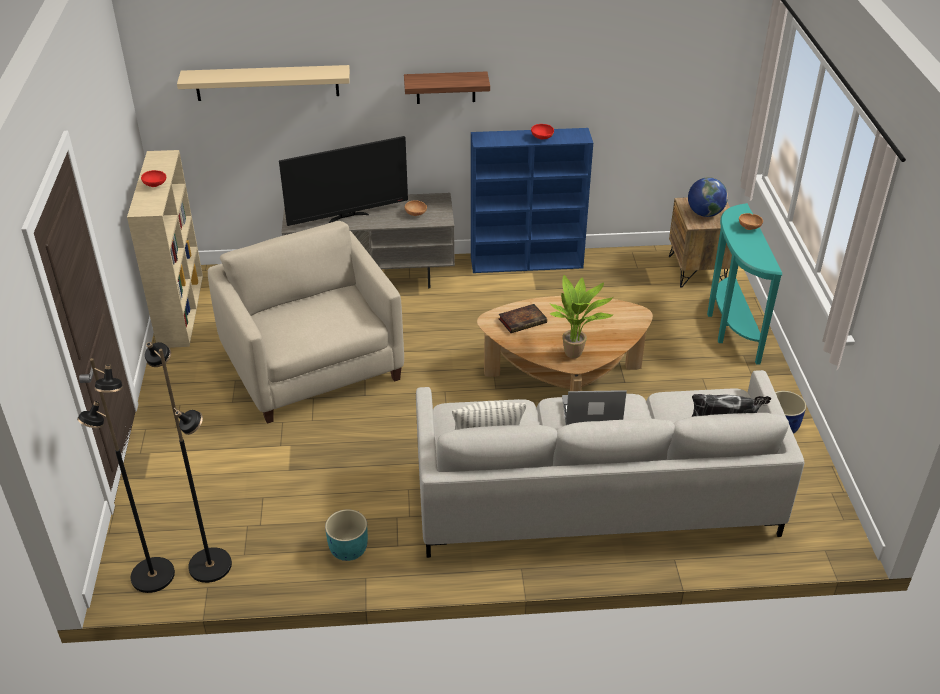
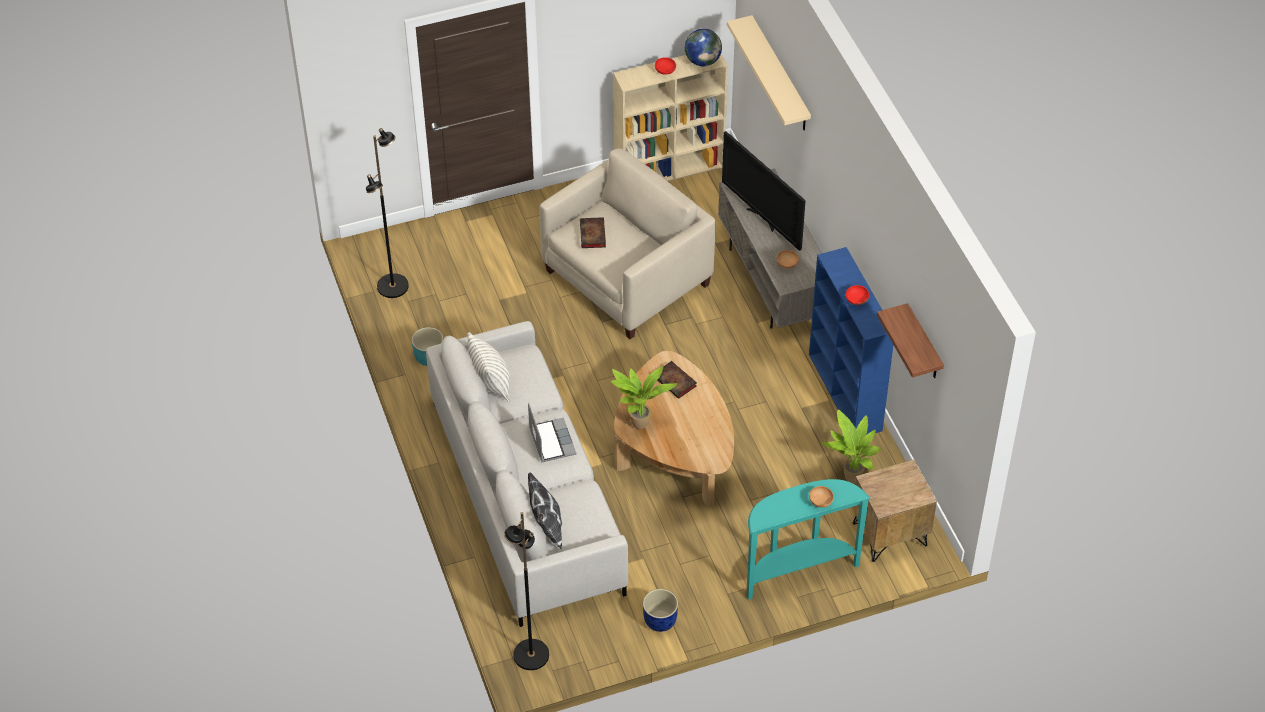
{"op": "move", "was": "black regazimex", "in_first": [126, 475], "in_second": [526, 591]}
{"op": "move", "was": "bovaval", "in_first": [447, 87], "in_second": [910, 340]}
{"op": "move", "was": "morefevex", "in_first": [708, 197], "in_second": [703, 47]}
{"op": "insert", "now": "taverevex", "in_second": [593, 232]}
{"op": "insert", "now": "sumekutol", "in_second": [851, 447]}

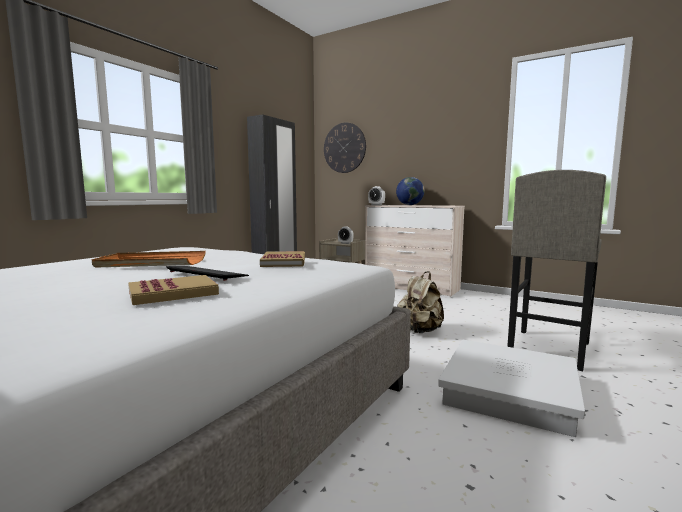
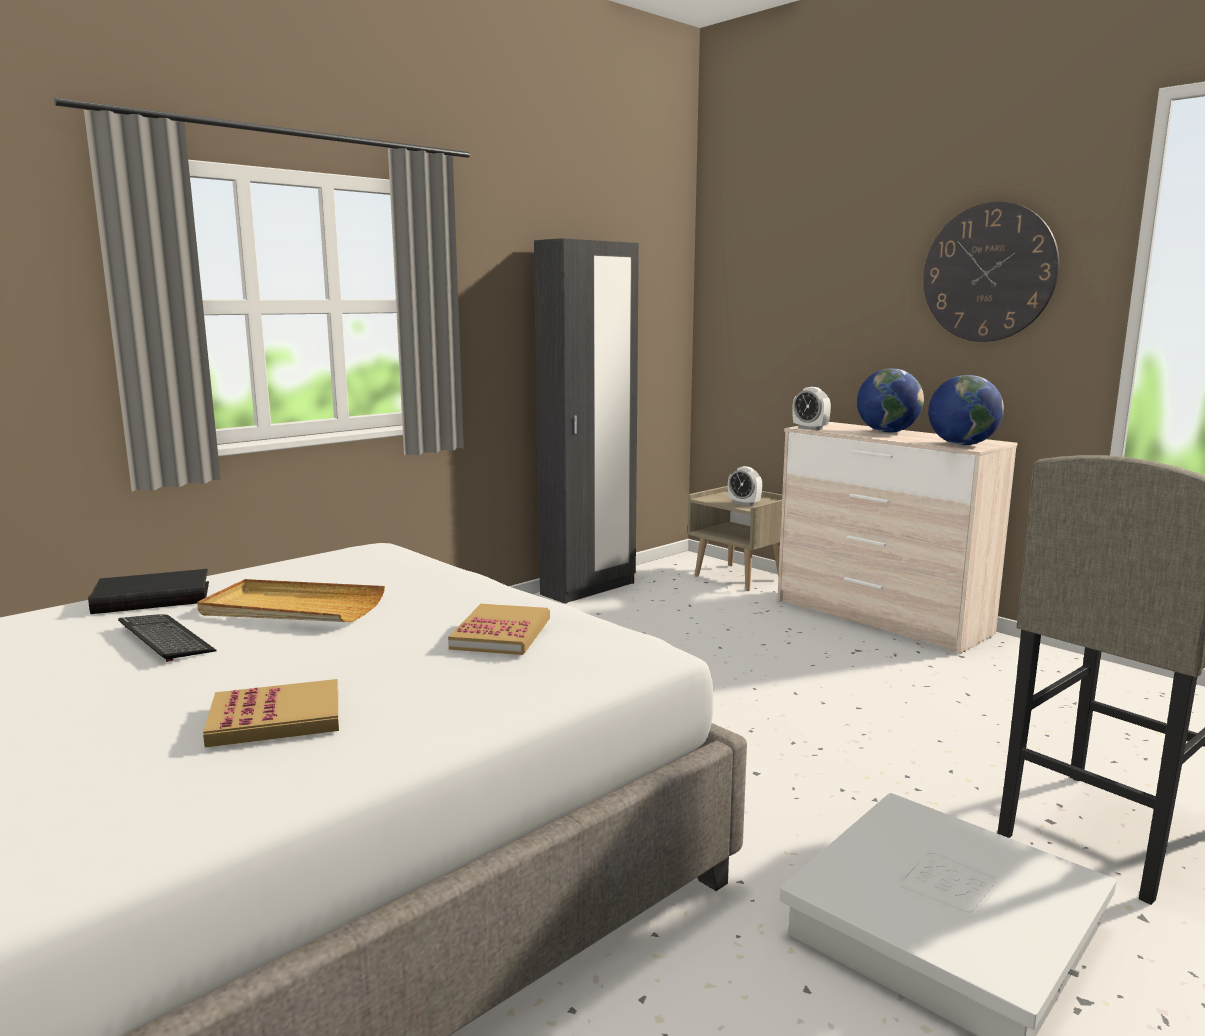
{"op": "recolor", "was": "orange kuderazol", "now": "beige kuderazol", "in_first": [149, 259], "in_second": [291, 600]}
{"op": "move", "was": "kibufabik", "in_first": [207, 273], "in_second": [167, 638]}
{"op": "move", "was": "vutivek", "in_first": [345, 147], "in_second": [991, 272]}
{"op": "delete", "was": "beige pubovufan", "in_first": [420, 302]}
{"op": "insert", "now": "black taverevex", "in_second": [148, 591]}
{"op": "insert", "now": "morefevex", "in_second": [966, 410]}

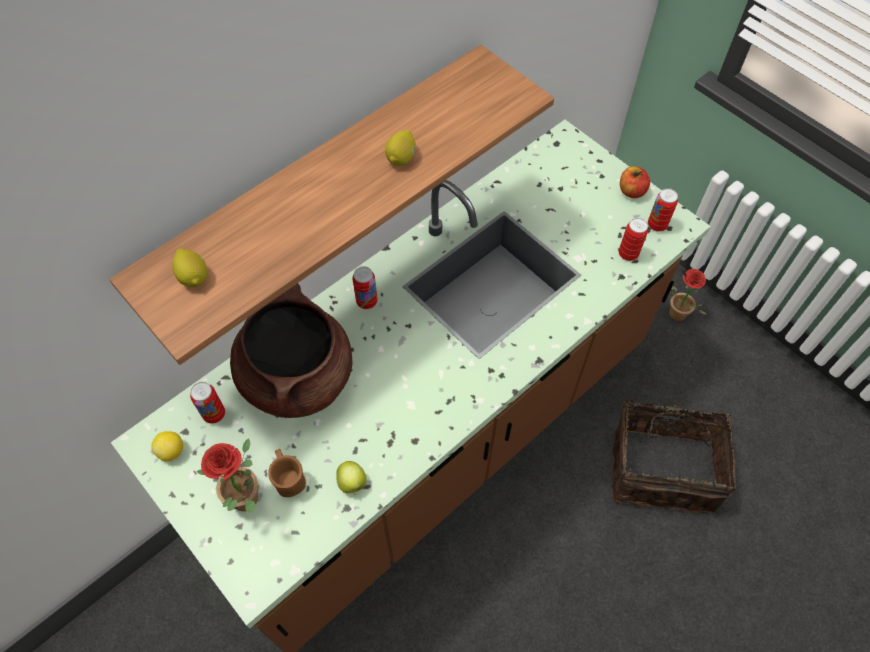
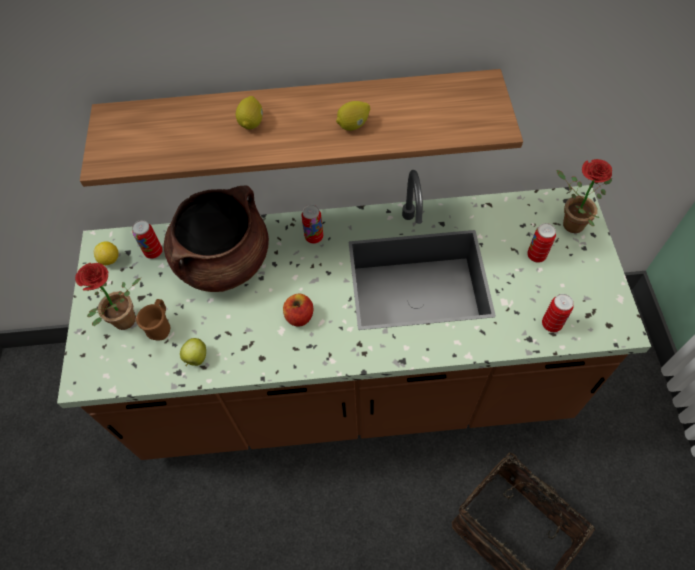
{"op": "move", "was": "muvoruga", "in_first": [189, 267], "in_second": [249, 112]}
{"op": "move", "was": "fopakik", "in_first": [635, 182], "in_second": [298, 310]}
{"op": "move", "was": "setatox", "in_first": [663, 210], "in_second": [541, 243]}
{"op": "move", "was": "sumekutol", "in_first": [687, 295], "in_second": [584, 196]}

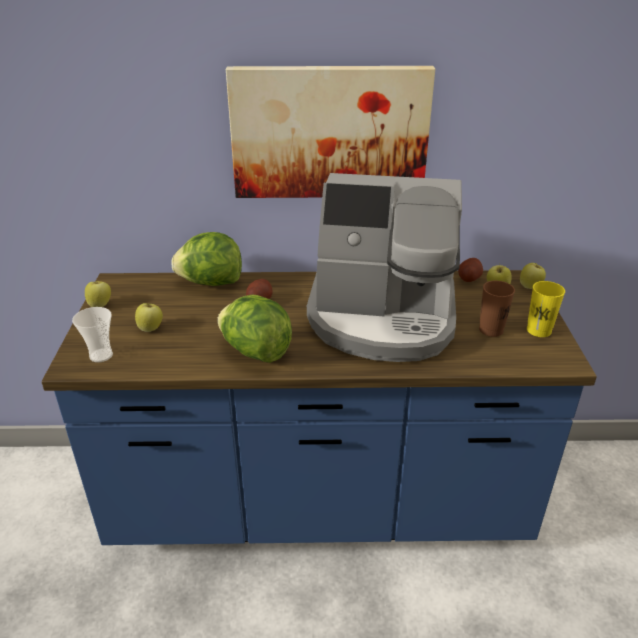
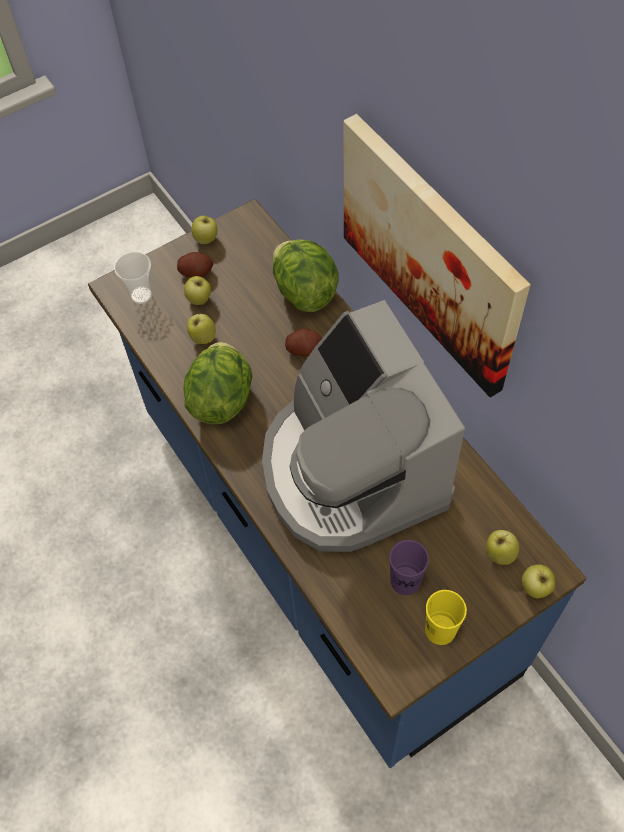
{"op": "move", "was": "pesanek", "in_first": [470, 270], "in_second": [195, 264]}
{"op": "recolor", "was": "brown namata", "now": "purple namata", "in_first": [497, 309], "in_second": [409, 567]}
{"op": "insert", "now": "fopakik", "in_second": [201, 329]}

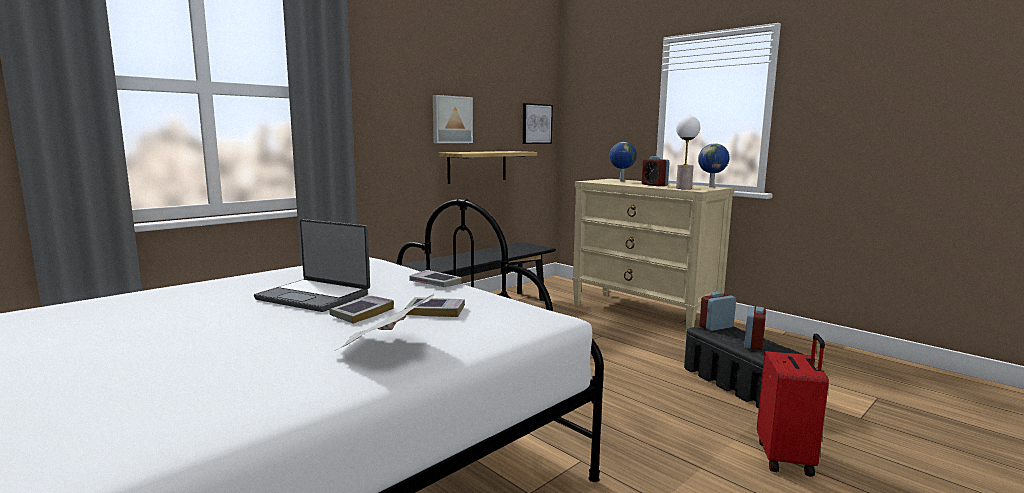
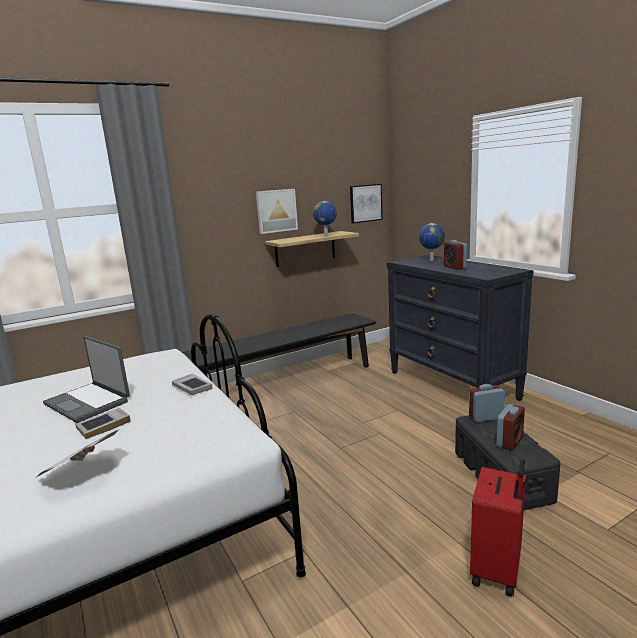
{"op": "delete", "was": "taverevex", "in_first": [435, 307]}
{"op": "recolor", "was": "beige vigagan", "now": "black vigagan", "in_first": [653, 257], "in_second": [460, 328]}
{"op": "delete", "was": "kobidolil", "in_first": [688, 152]}
{"op": "move", "was": "morefevex", "in_first": [713, 165], "in_second": [325, 219]}

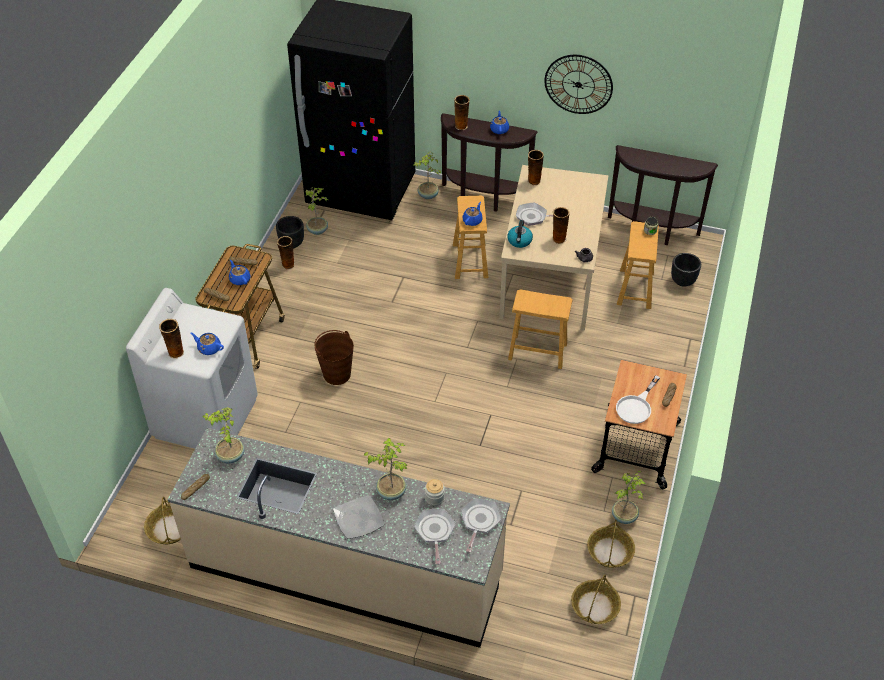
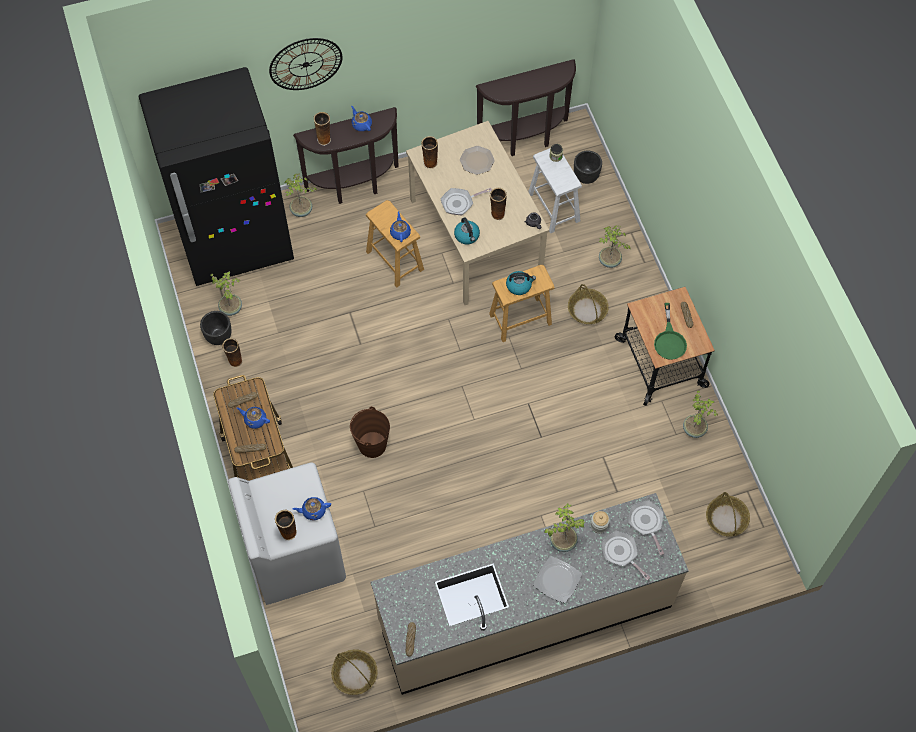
{"op": "move", "was": "sumekutol", "in_first": [223, 435], "in_second": [614, 246]}
{"op": "move", "was": "vutivek", "in_first": [578, 84], "in_second": [305, 64]}
{"op": "move", "was": "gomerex", "in_first": [611, 543], "in_second": [588, 304]}
{"op": "recolor", "was": "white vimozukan", "now": "green vimozukan", "in_first": [638, 399], "in_second": [670, 331]}
{"op": "recolor", "was": "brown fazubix", "now": "white fazubix", "in_first": [638, 265], "in_second": [555, 190]}
{"op": "insert", "now": "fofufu", "in_second": [477, 160]}
{"op": "insert", "now": "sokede", "in_second": [521, 283]}

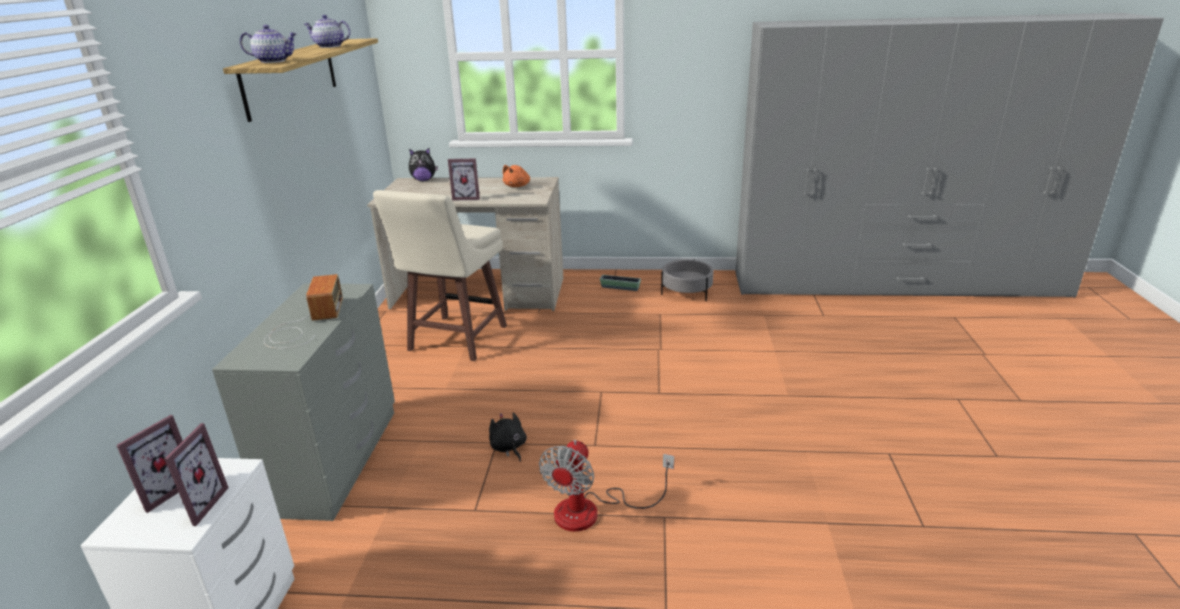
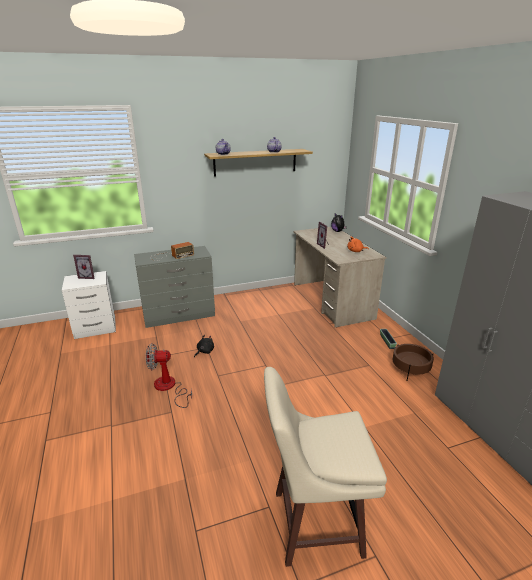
{"op": "delete", "was": "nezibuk", "in_first": [197, 474]}
{"op": "move", "was": "beige fazubix", "in_first": [440, 275], "in_second": [325, 467]}
{"op": "recolor", "was": "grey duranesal", "now": "brown duranesal", "in_first": [687, 280], "in_second": [413, 362]}

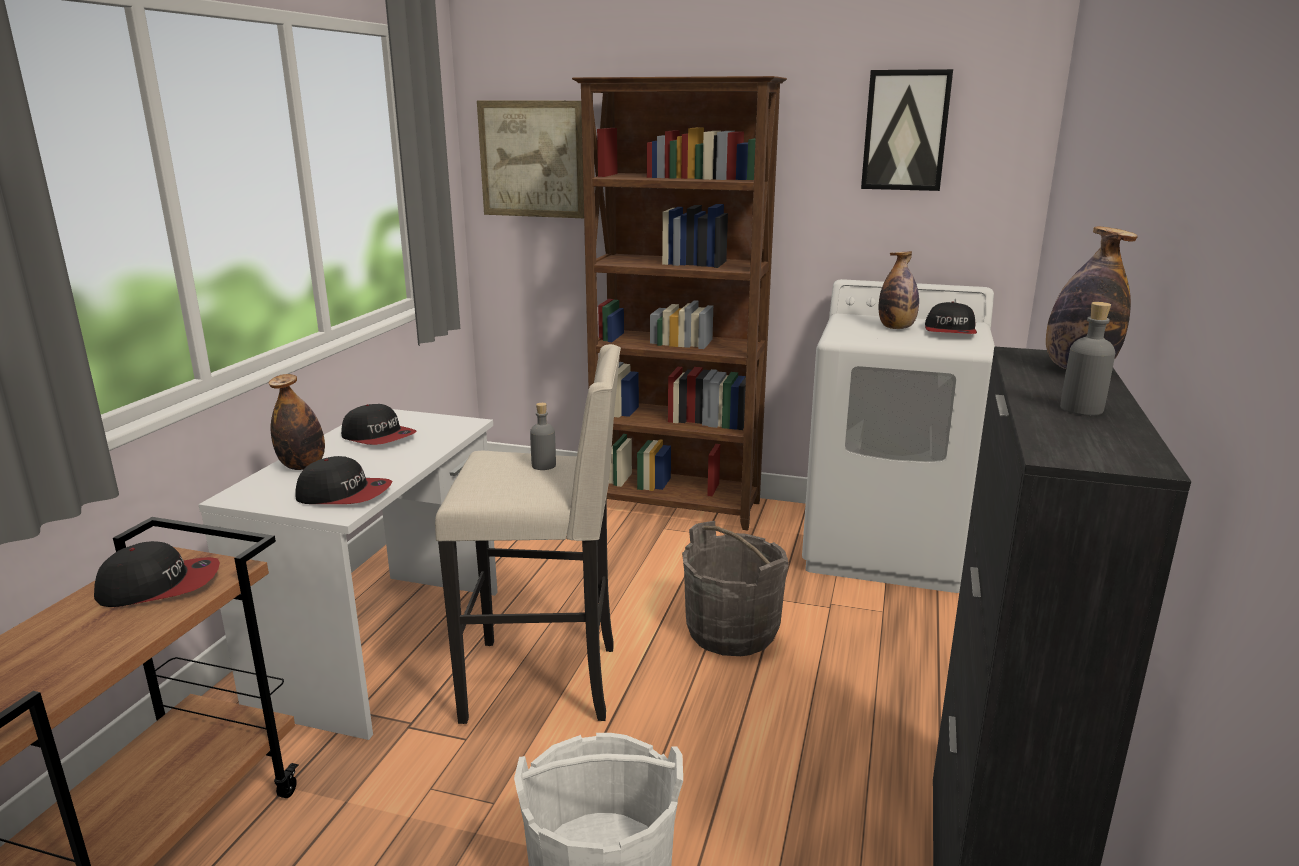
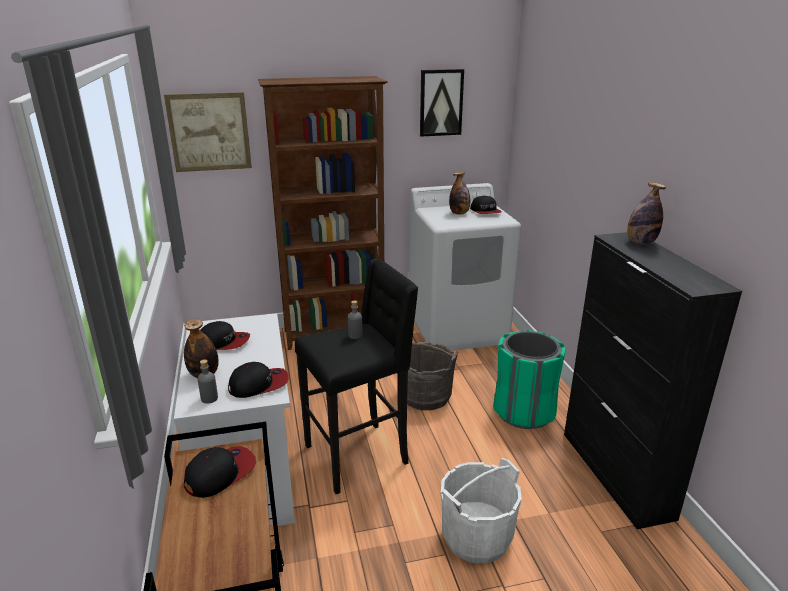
{"op": "recolor", "was": "beige fazubix", "now": "black fazubix", "in_first": [528, 534], "in_second": [356, 376]}
{"op": "move", "was": "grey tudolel", "in_first": [1087, 359], "in_second": [208, 381]}
{"op": "insert", "now": "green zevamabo", "in_second": [529, 379]}

